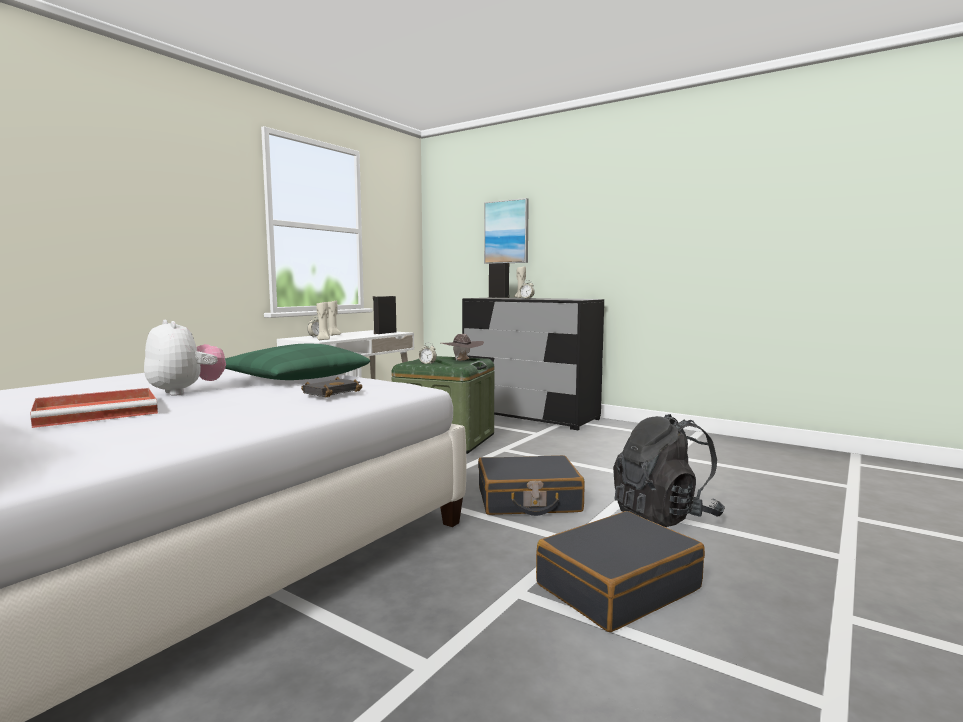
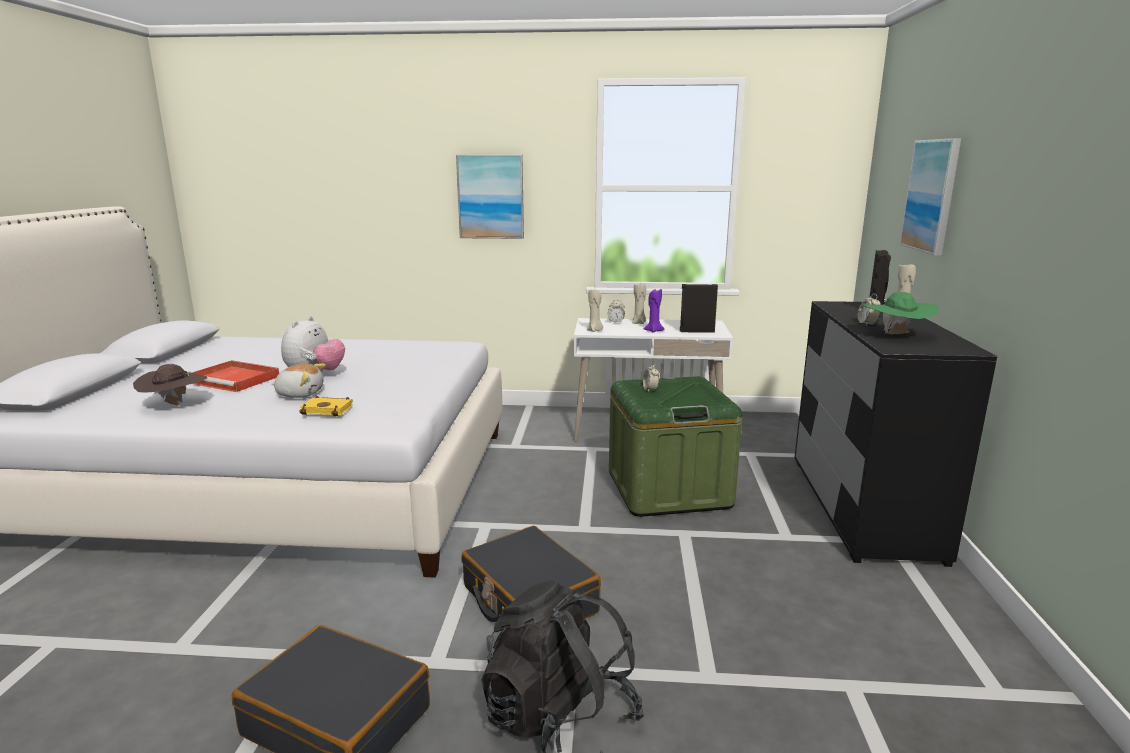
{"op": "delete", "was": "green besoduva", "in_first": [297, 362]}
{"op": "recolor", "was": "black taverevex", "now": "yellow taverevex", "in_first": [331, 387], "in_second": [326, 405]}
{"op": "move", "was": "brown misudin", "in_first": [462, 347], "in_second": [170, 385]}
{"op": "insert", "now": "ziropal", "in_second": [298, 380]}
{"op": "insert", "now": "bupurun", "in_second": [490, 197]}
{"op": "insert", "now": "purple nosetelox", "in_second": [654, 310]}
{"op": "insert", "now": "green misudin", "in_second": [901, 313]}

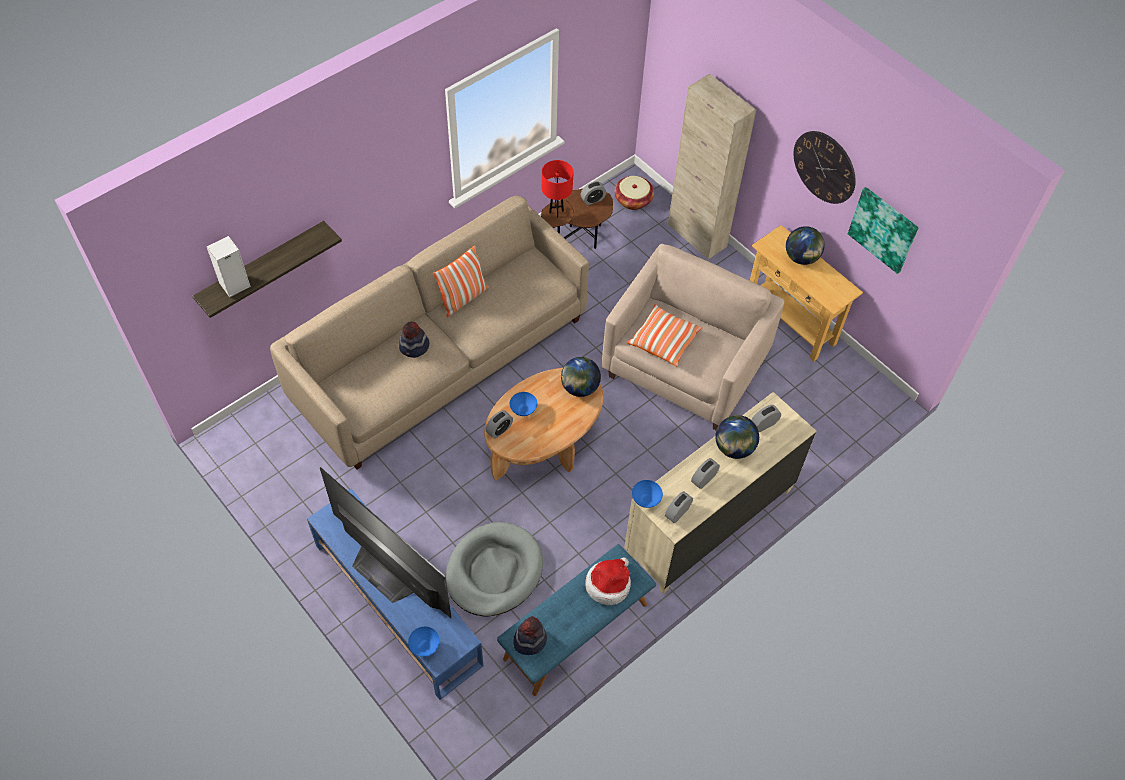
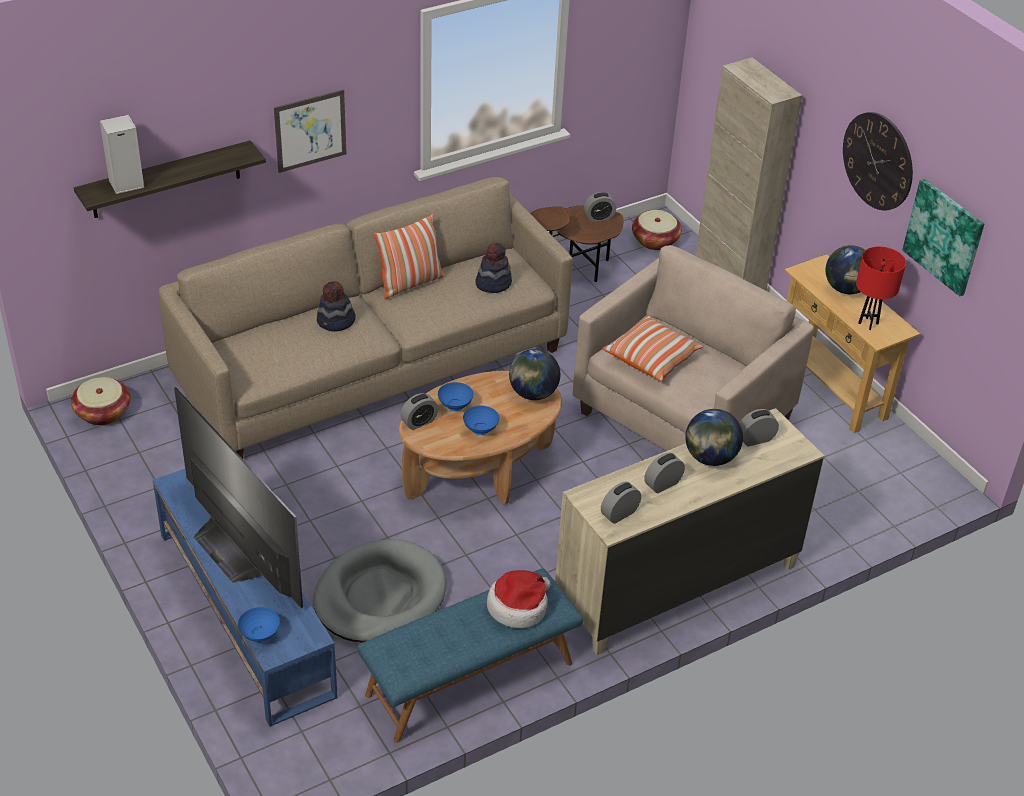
{"op": "move", "was": "misudin", "in_first": [530, 635], "in_second": [493, 268]}
{"op": "move", "was": "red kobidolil", "in_first": [558, 189], "in_second": [881, 288]}
{"op": "move", "was": "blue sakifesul", "in_first": [647, 494], "in_second": [481, 420]}
{"op": "insert", "now": "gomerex", "in_second": [101, 401]}
{"op": "insert", "now": "bupurun", "in_second": [310, 131]}

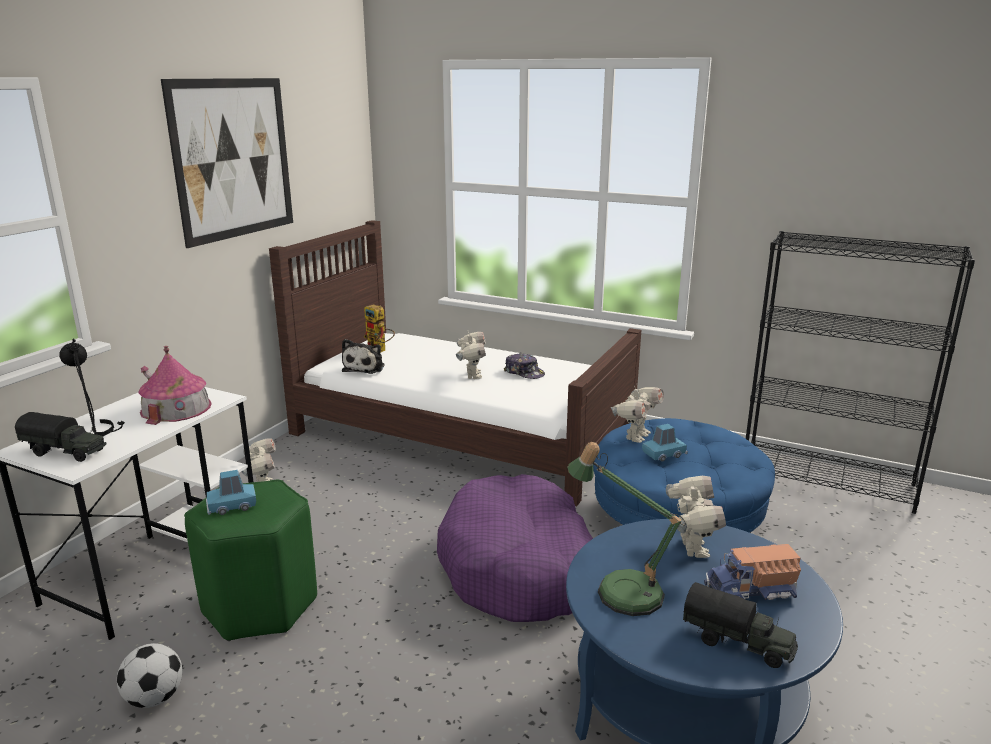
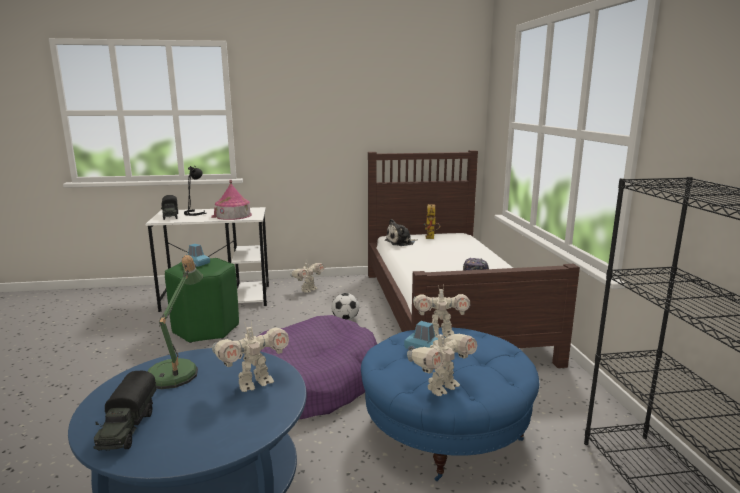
{"op": "move", "was": "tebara", "in_first": [149, 675], "in_second": [345, 306]}
{"op": "delete", "was": "bupurun", "in_first": [227, 163]}
{"op": "move", "was": "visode", "in_first": [471, 355], "in_second": [442, 362]}
{"op": "delete", "was": "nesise", "in_first": [752, 572]}

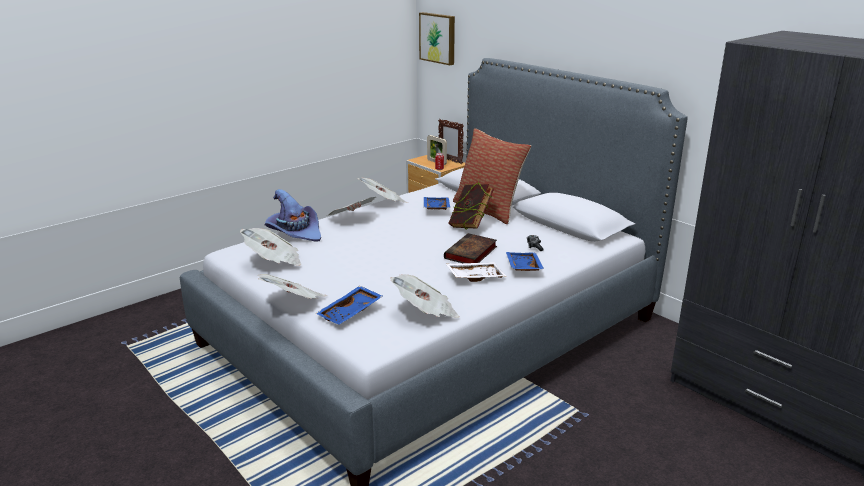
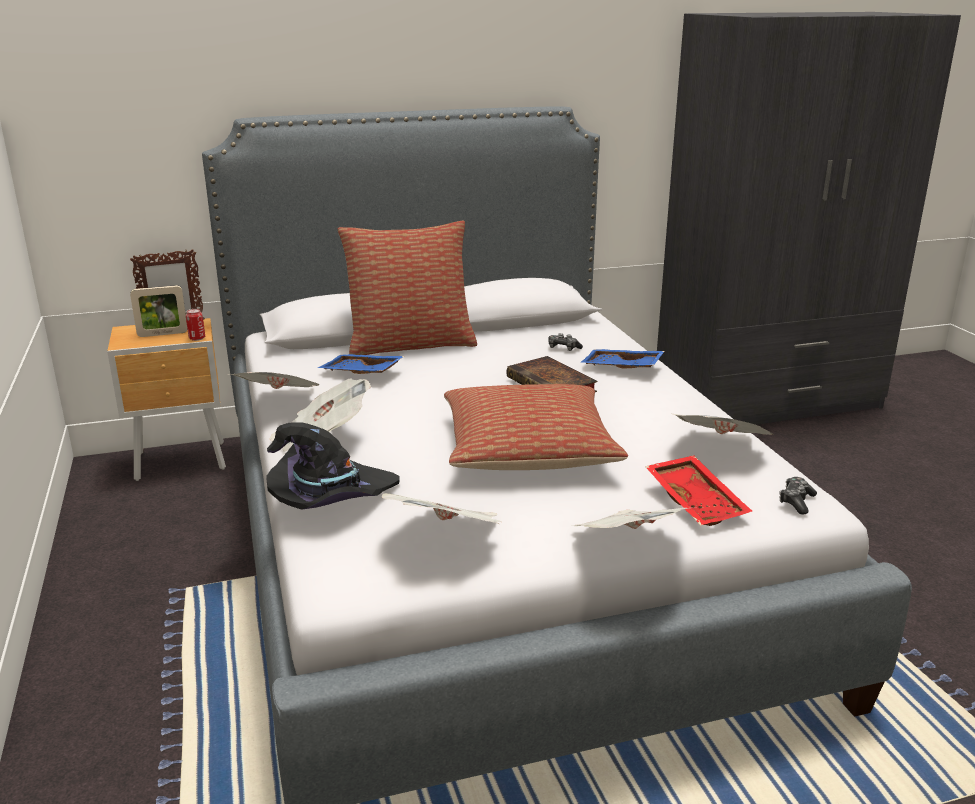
{"op": "recolor", "was": "purple misudin", "now": "black misudin", "in_first": [293, 215], "in_second": [333, 466]}
{"op": "recolor", "was": "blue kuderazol", "now": "red kuderazol", "in_first": [349, 305], "in_second": [698, 490]}
{"op": "delete", "was": "bupurun", "in_first": [437, 38]}
{"op": "delete", "was": "white kuderazol", "in_first": [476, 272]}
{"op": "delete", "was": "taverevex", "in_first": [471, 205]}
{"op": "insert", "now": "besoduva", "in_second": [536, 427]}
{"op": "insert", "now": "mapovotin", "in_second": [798, 496]}

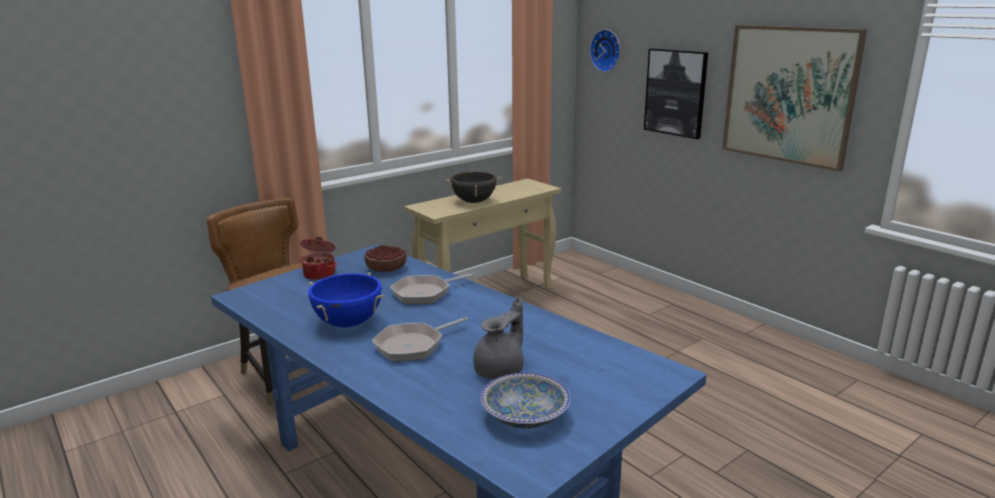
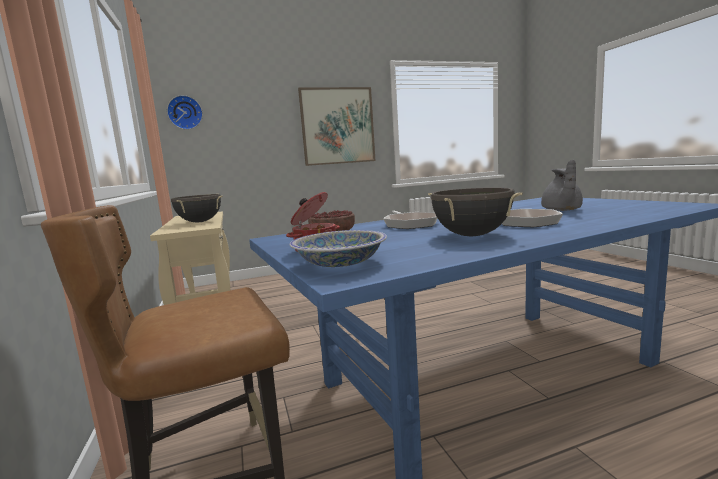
{"op": "recolor", "was": "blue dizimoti", "now": "black dizimoti", "in_first": [346, 300], "in_second": [475, 211]}
{"op": "rotate", "was": "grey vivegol", "in_first": [498, 338], "in_second": [562, 185], "clockwise": -135}
{"op": "move", "was": "sakifesul", "in_first": [526, 401], "in_second": [338, 248]}
{"op": "delete", "was": "bupurun", "in_first": [676, 93]}

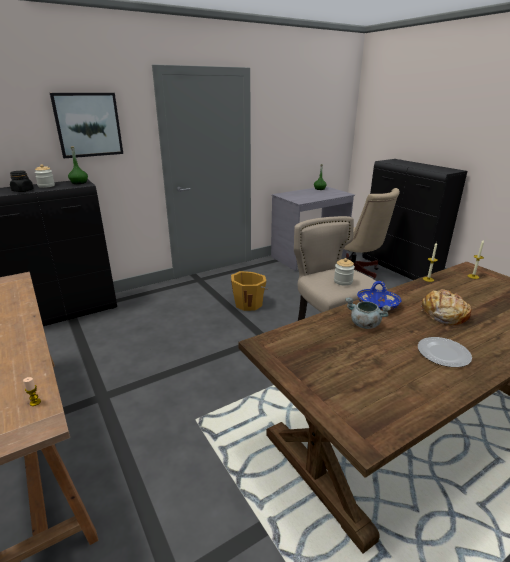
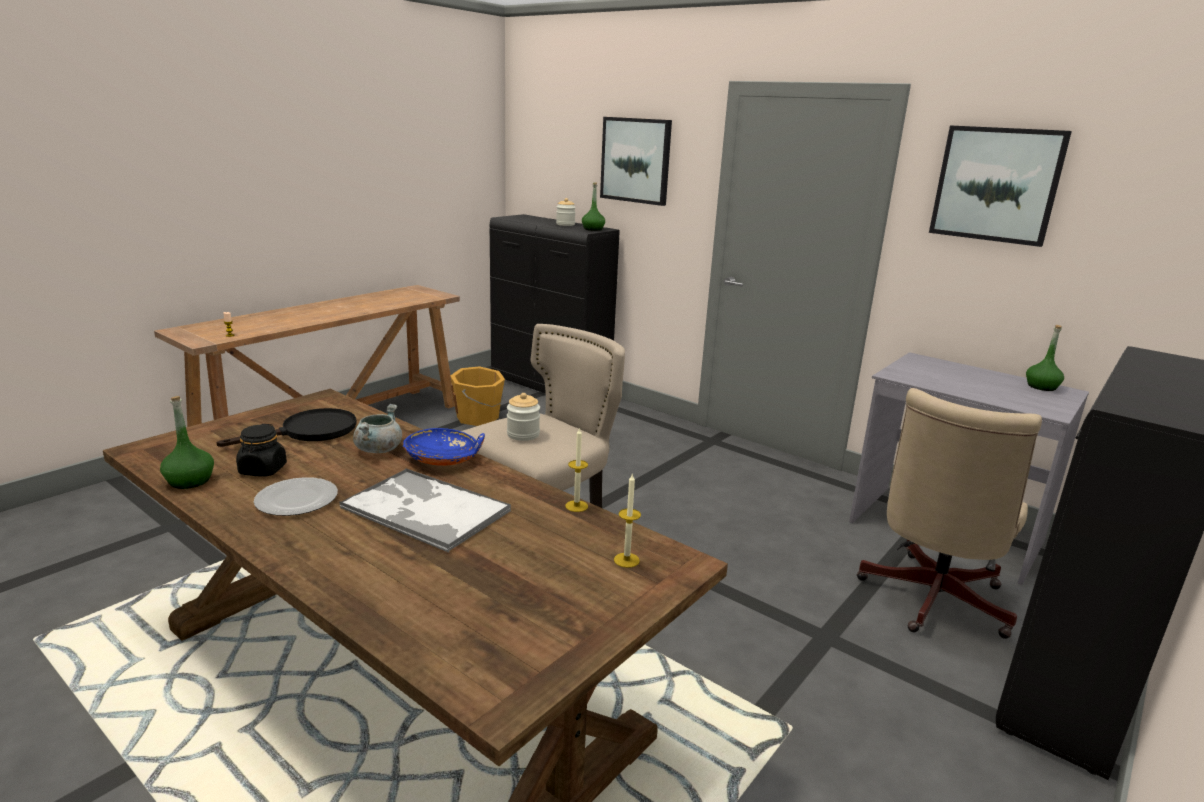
{"op": "move", "was": "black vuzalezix", "in_first": [22, 181], "in_second": [261, 450]}
{"op": "move", "was": "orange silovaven", "in_first": [249, 291], "in_second": [477, 396]}
{"op": "replace", "was": "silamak", "now": "kuderazol", "in_first": [446, 307], "in_second": [425, 510]}
{"op": "insert", "now": "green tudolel", "in_second": [187, 442]}
{"op": "insert", "now": "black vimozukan", "in_second": [287, 427]}
{"op": "insert", "now": "bupurun", "in_second": [1000, 186]}

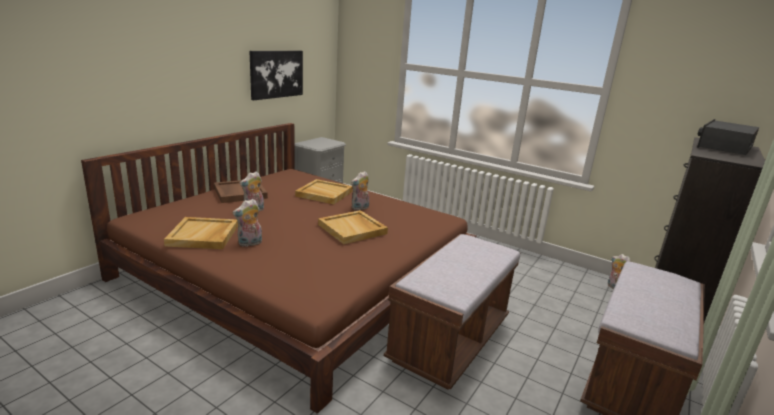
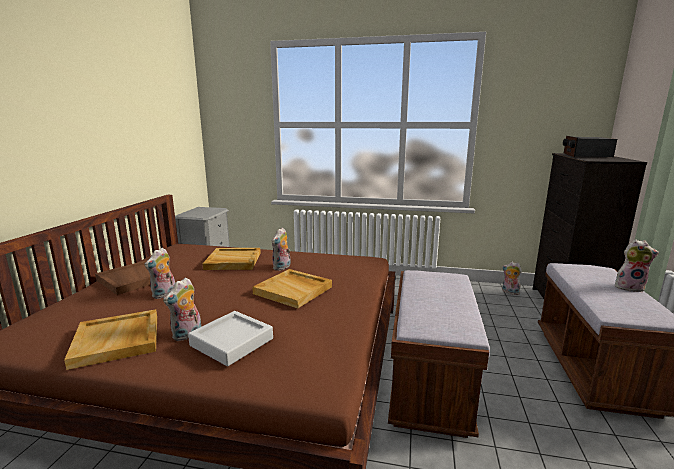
{"op": "delete", "was": "bupurun", "in_first": [276, 75]}
{"op": "insert", "now": "grey kuderazol", "in_second": [230, 338]}
{"op": "insert", "now": "ziropal", "in_second": [637, 265]}

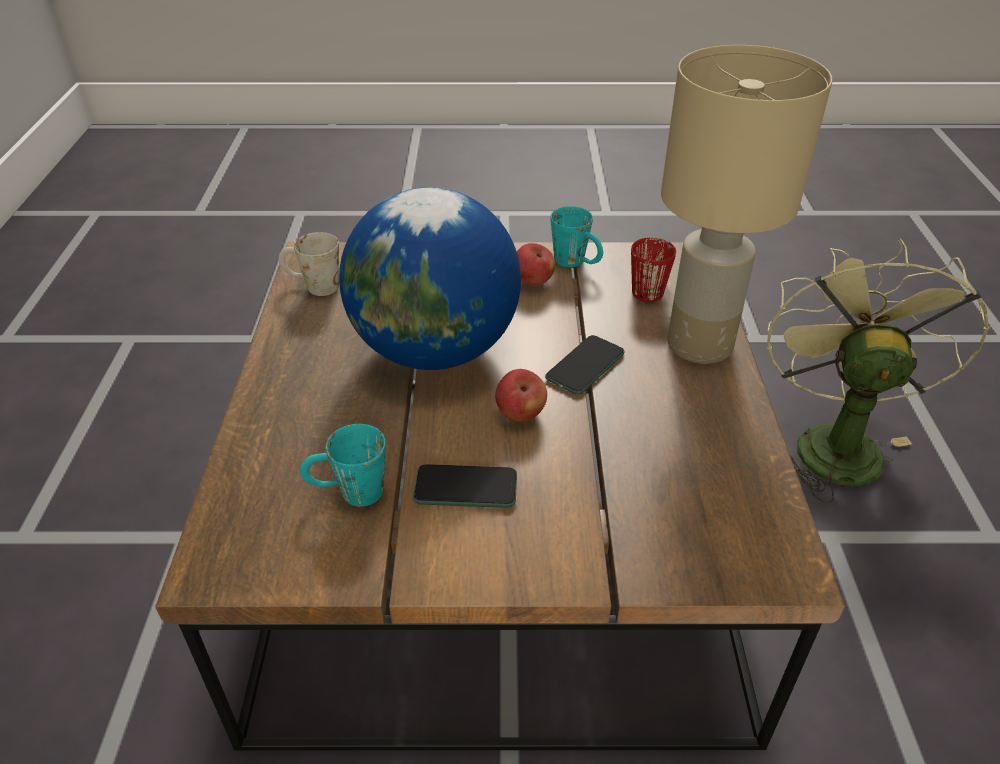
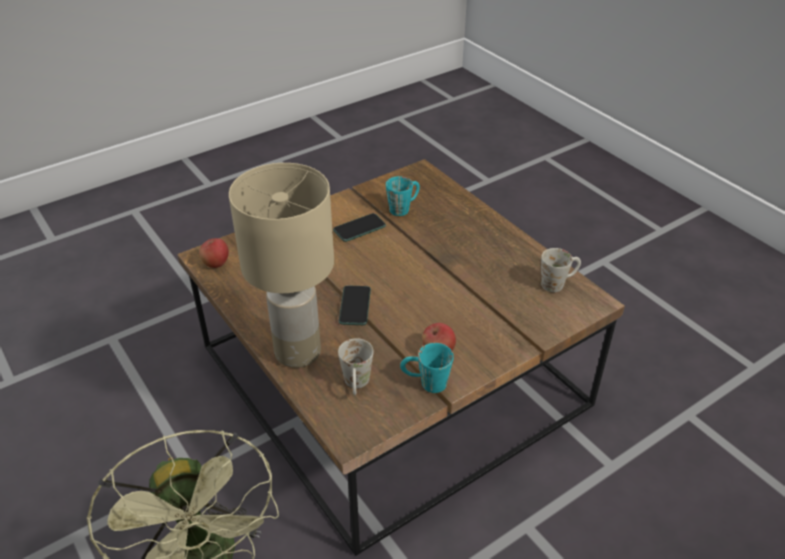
{"op": "delete", "was": "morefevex", "in_first": [430, 278]}
{"op": "move", "was": "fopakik", "in_first": [521, 395], "in_second": [214, 253]}
{"op": "recolor", "was": "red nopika", "now": "white nopika", "in_first": [653, 269], "in_second": [355, 366]}

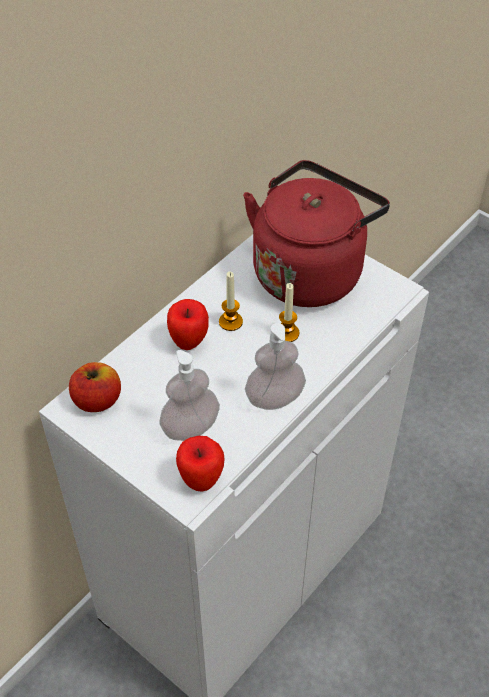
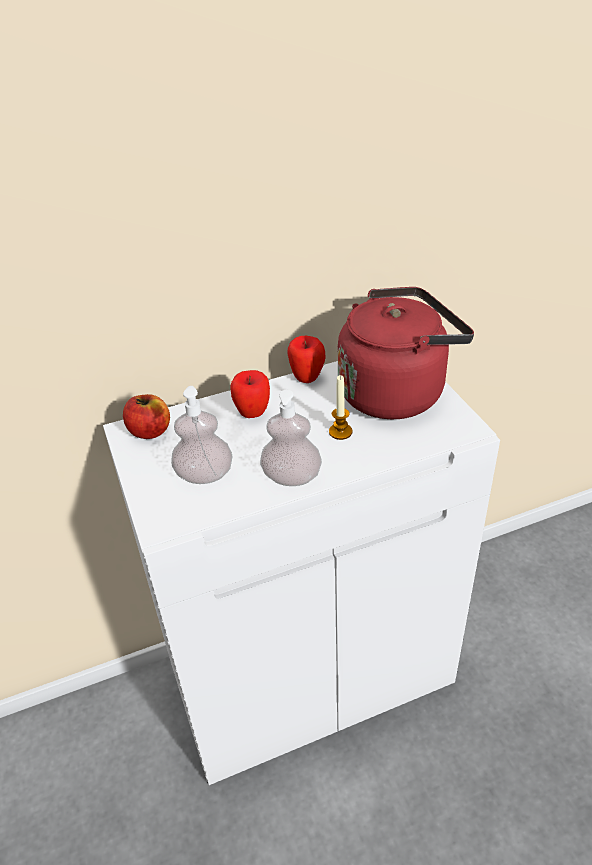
{"op": "move", "was": "fopakik", "in_first": [200, 464], "in_second": [306, 359]}
{"op": "delete", "was": "nosetelox", "in_first": [231, 301]}

